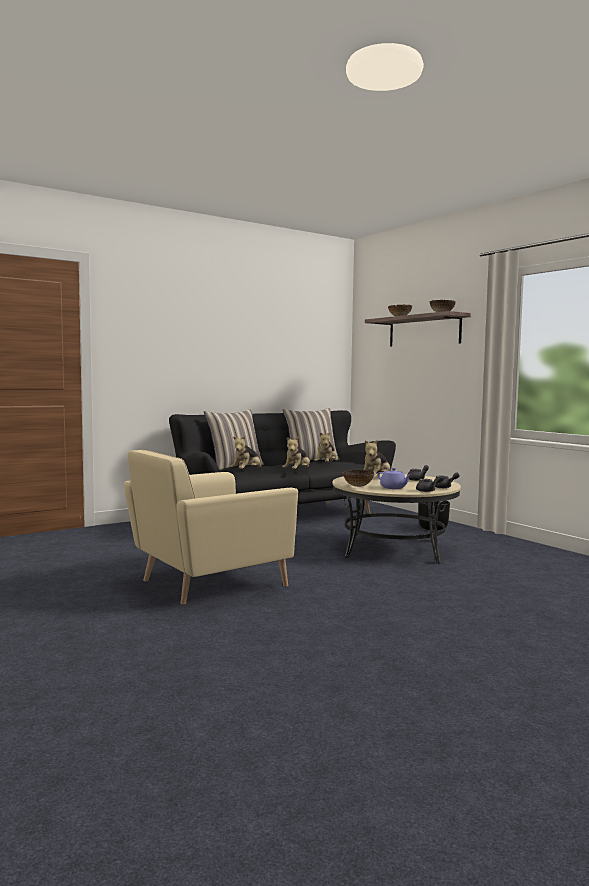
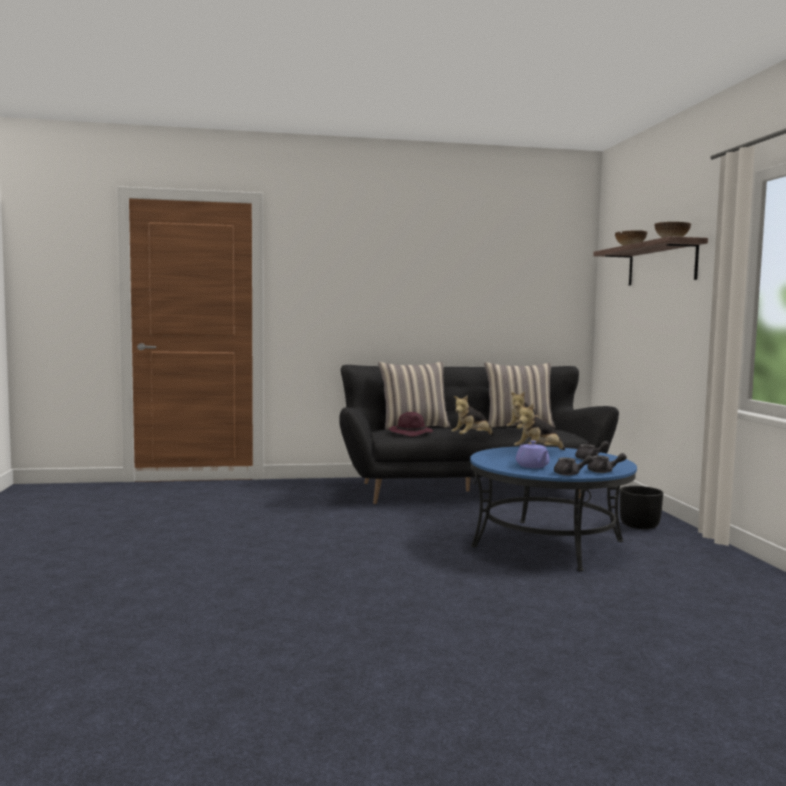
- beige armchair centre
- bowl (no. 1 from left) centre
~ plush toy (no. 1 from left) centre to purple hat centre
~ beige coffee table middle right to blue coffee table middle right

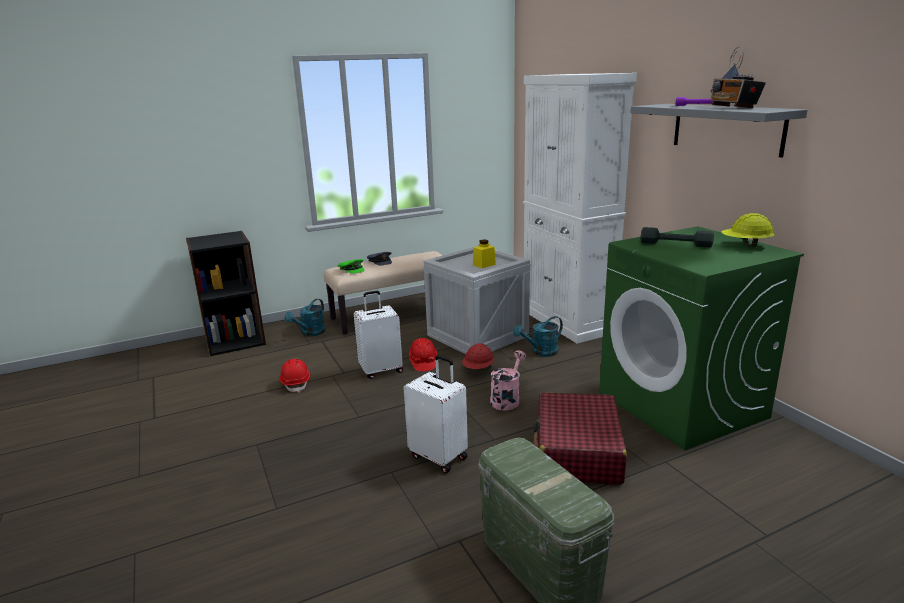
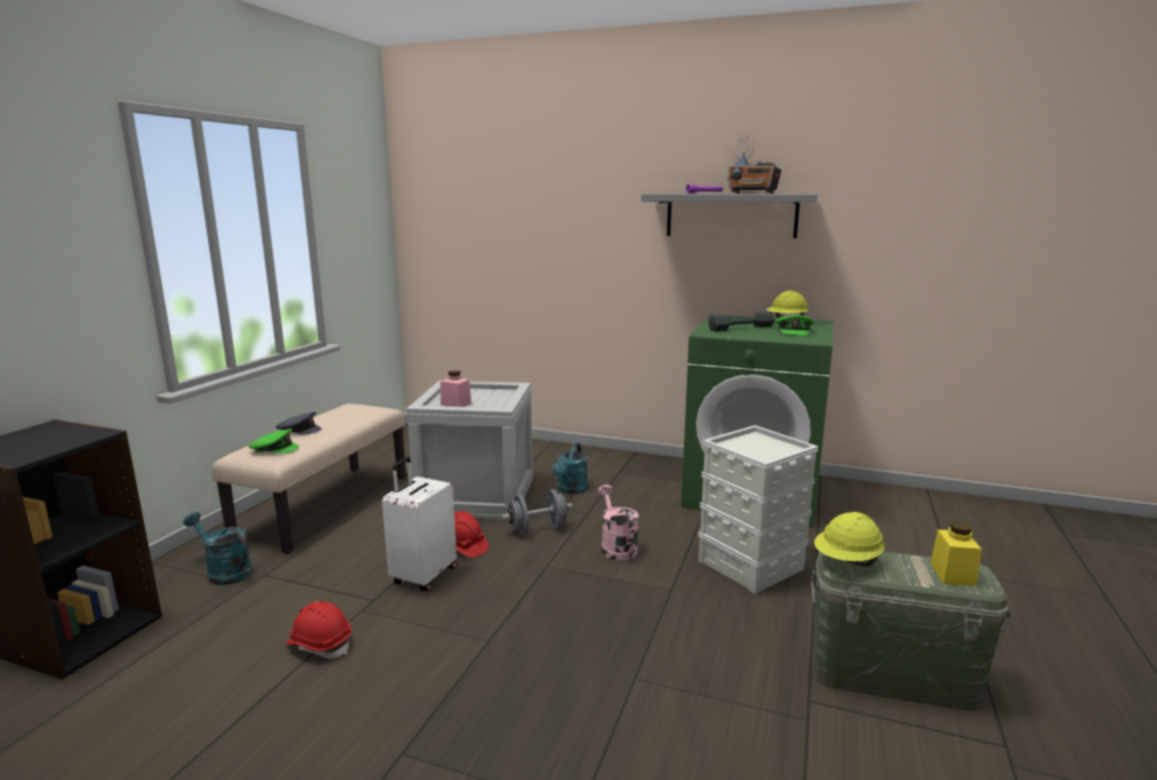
- white suitcase (no. 2 from left) bottom centre
- white cabinet centre
+ pink jar centre
+ green cap (no. 2 from left) middle right
+ yellow hard hat (no. 2 from left) bottom right
~ yellow jar centre to bottom right
~ red hard hat (no. 3 from left) centre to grey dumbbell (no. 1 from left) centre
~ red suitcase bottom centre to grey storage box centre
~ turquoise watering can (no. 1 from left) centre = bottom left 135 degrees clockwise

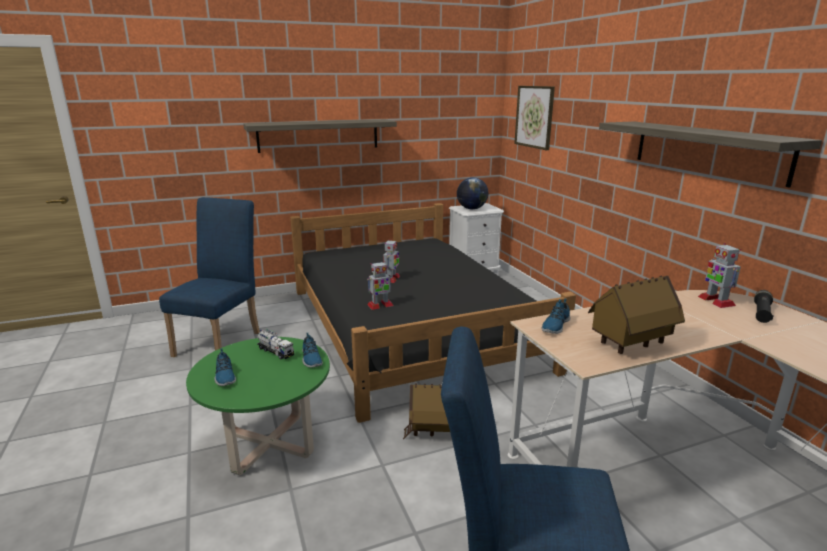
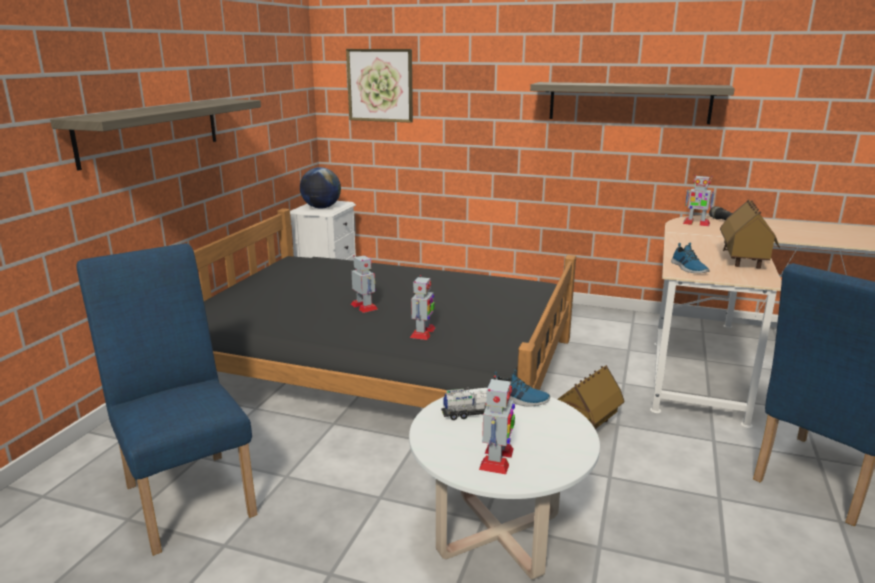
~ shoe (no. 1 from left) middle left to toy robot (no. 3 from left) bottom centre
~ green coffee table bottom left to white coffee table bottom centre

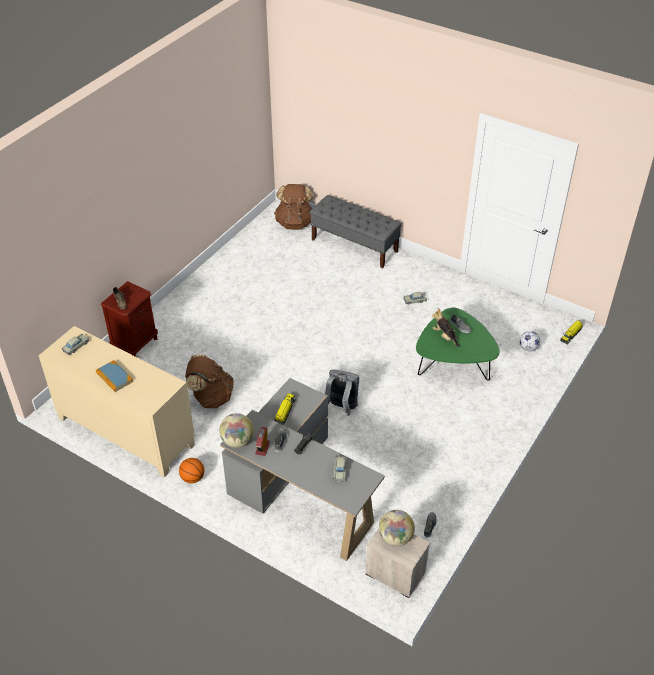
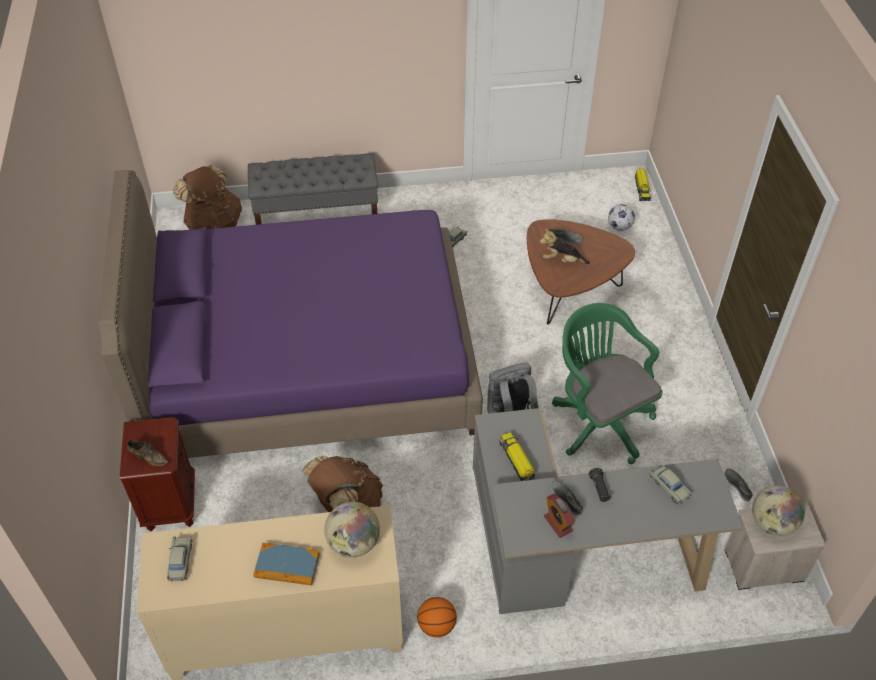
+ purple bed middle left
+ green office chair middle right
~ globe (no. 1 from left) centre to bottom centre
~ green coffee table middle right to brown coffee table centre

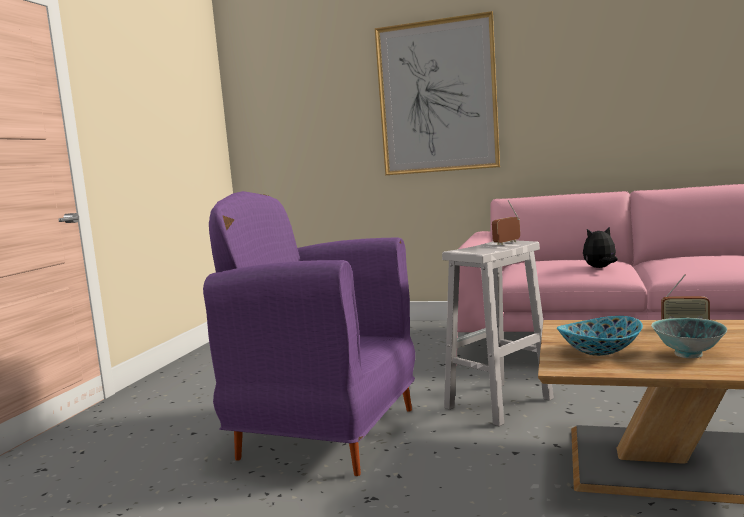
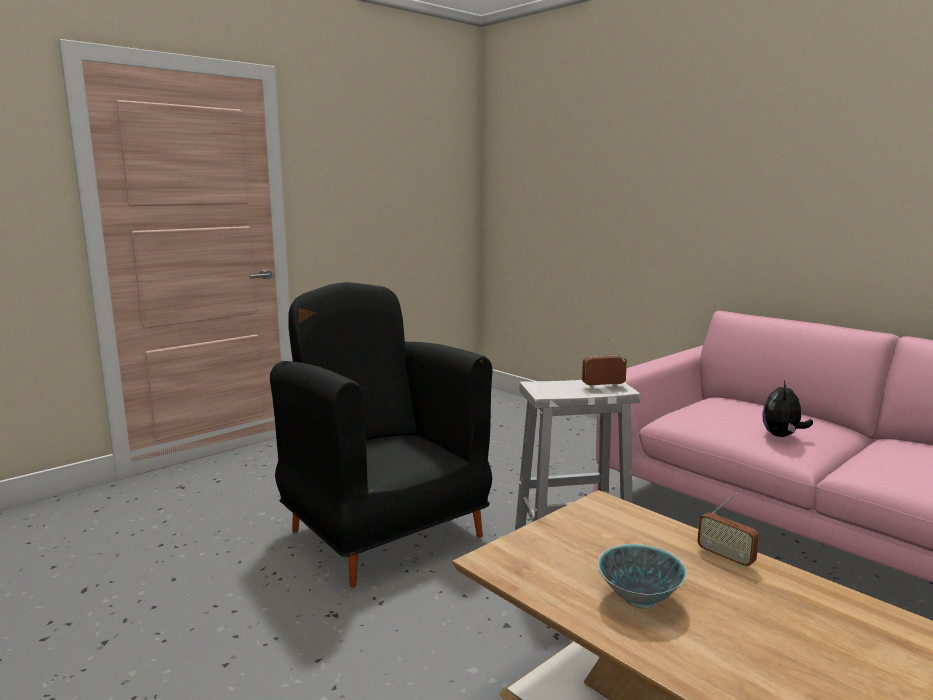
- picture top centre
- bowl (no. 1 from left) middle right
~ purple armchair centre to black armchair centre
~ plush toy middle right = middle right 90 degrees counterclockwise

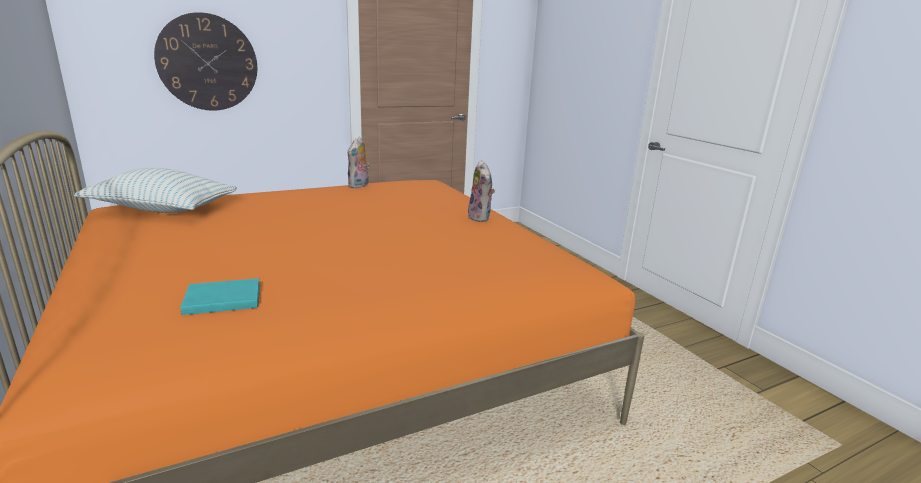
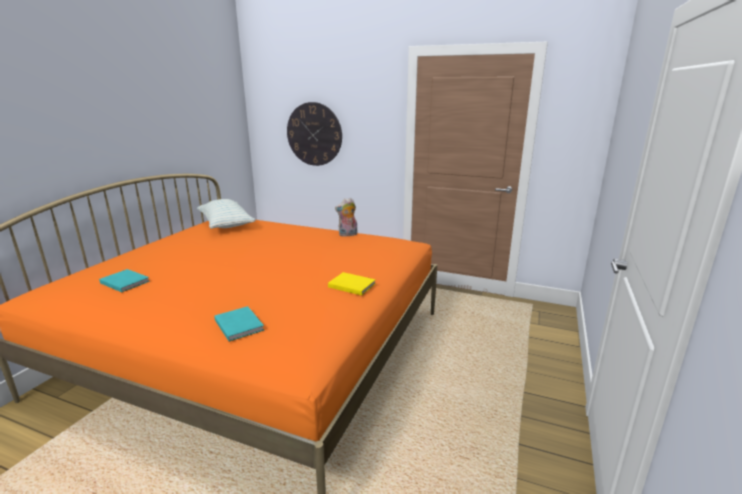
+ turquoise book (no. 2 from left) middle left
~ plush toy (no. 2 from left) centre to yellow book centre

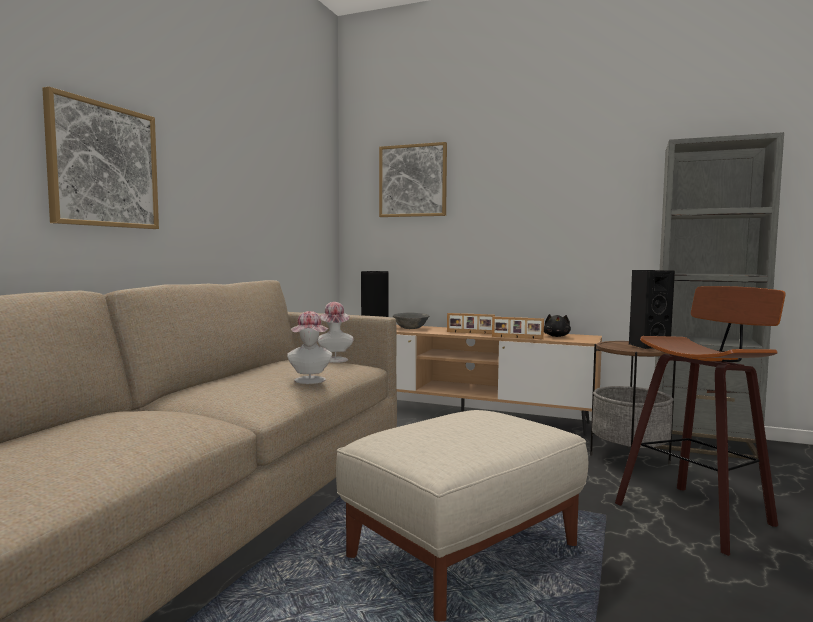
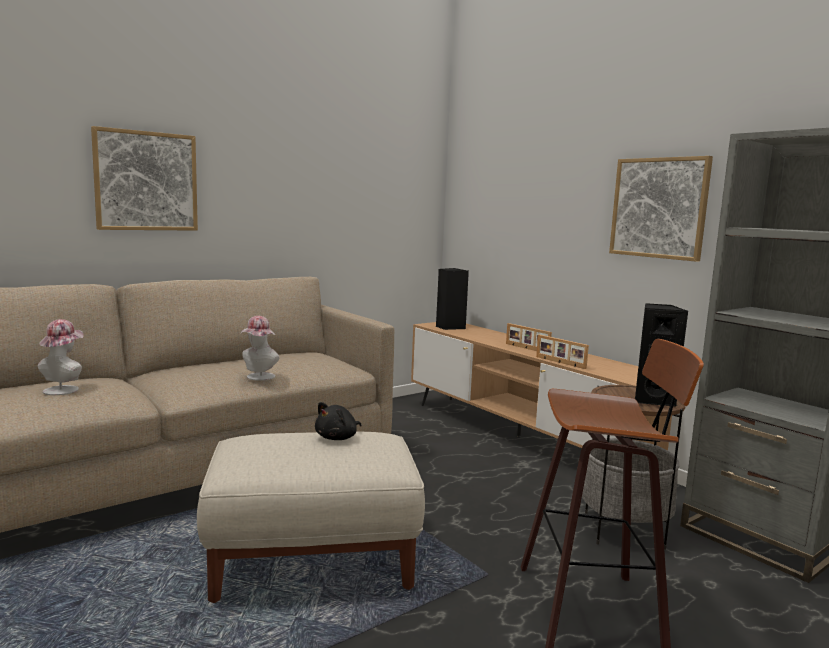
- grey bowl centre
~ hat (no. 2 from left in the first image) centre to hat (no. 1 from left) middle left
~ picture (no. 2 from left) top centre to top right
~ black plush toy middle right to centre

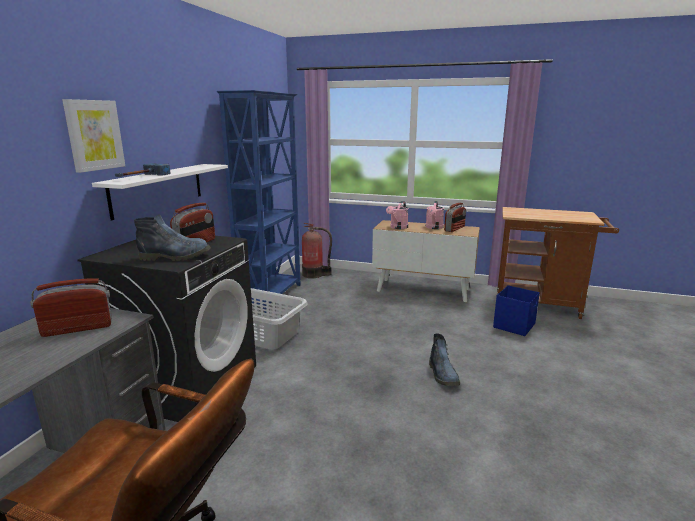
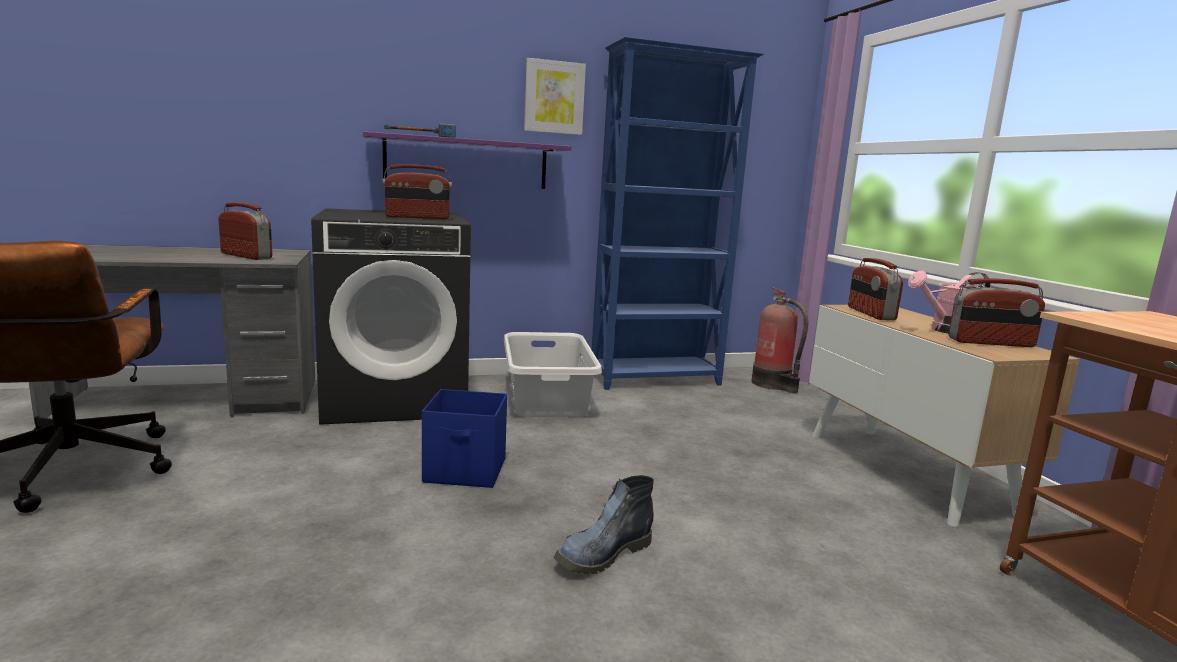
- boot (no. 1 from left) middle left
~ picture top left to top centre
~ blue storage box middle right to centre
~ pink watering can (no. 1 from left) centre to radio (no. 3 from left) middle right
~ white shelf middle left to purple shelf top centre

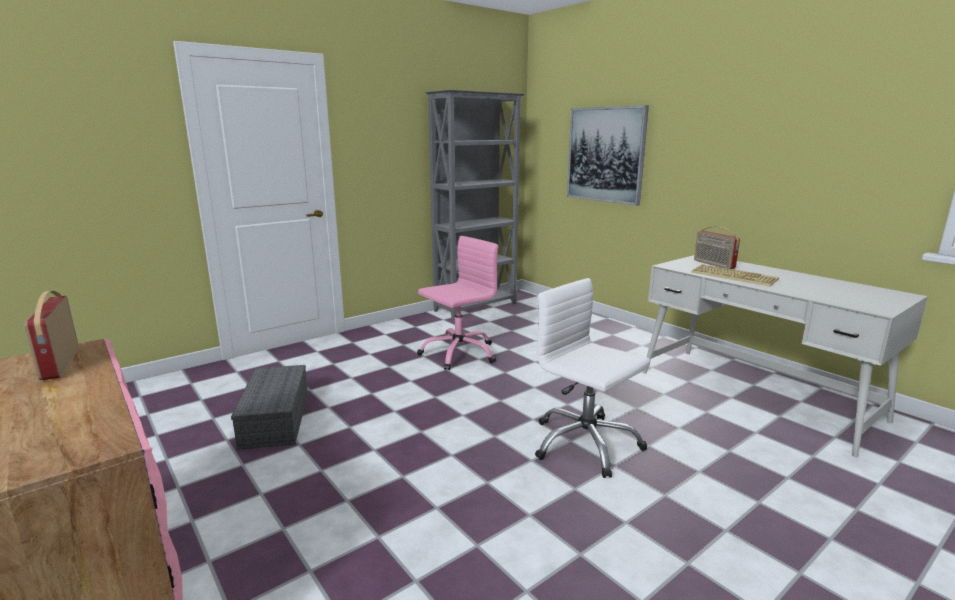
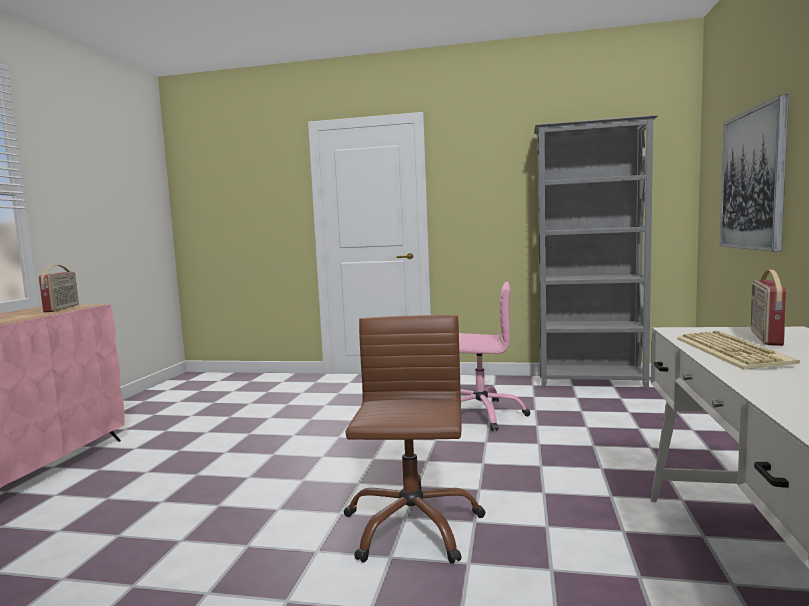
- grey storage box bottom left
~ white office chair centre to brown office chair bottom centre
~ radio (no. 1 from left) middle left = middle left 150 degrees clockwise

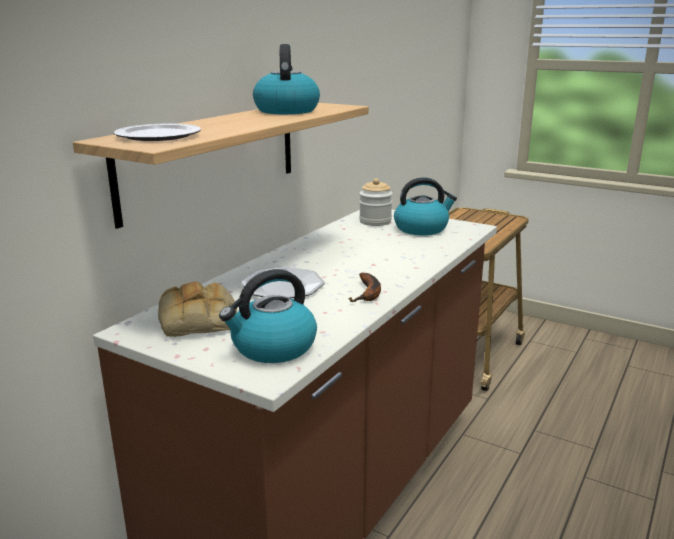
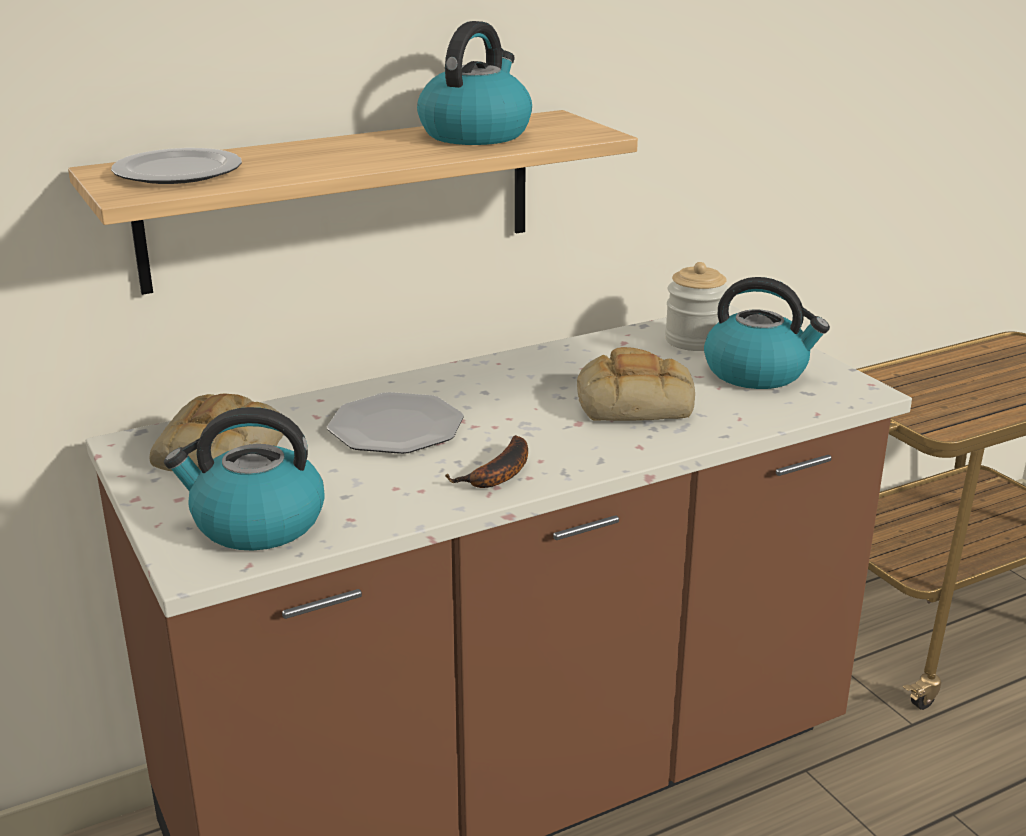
+ bread (no. 2 from left) centre

